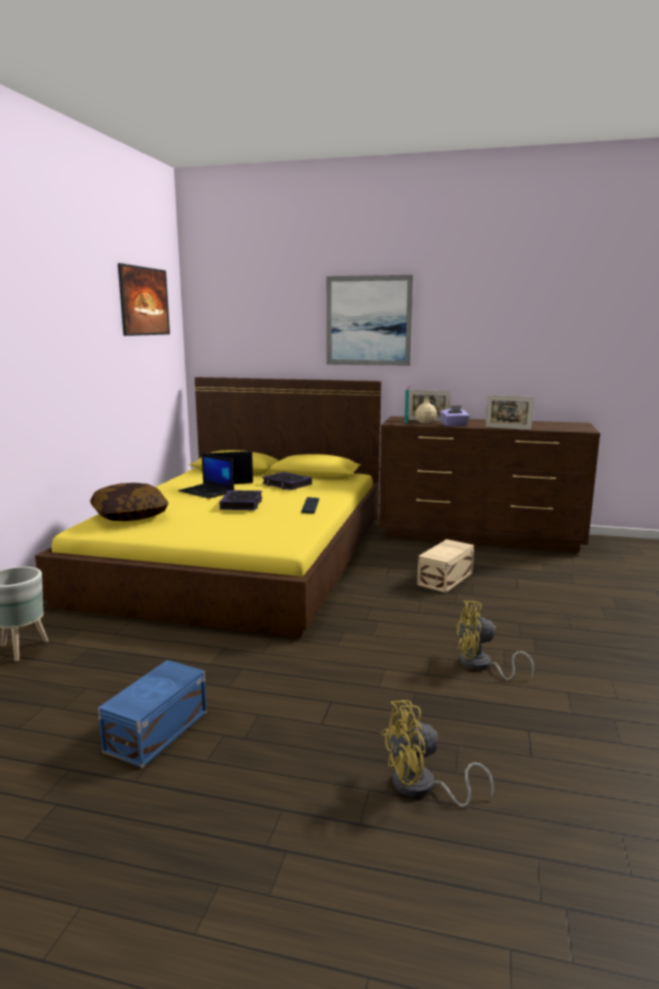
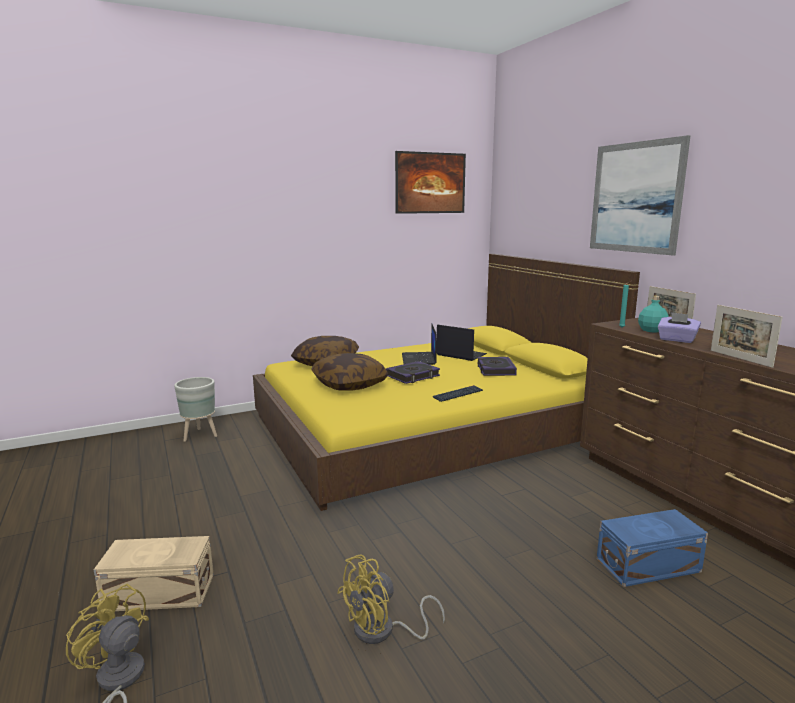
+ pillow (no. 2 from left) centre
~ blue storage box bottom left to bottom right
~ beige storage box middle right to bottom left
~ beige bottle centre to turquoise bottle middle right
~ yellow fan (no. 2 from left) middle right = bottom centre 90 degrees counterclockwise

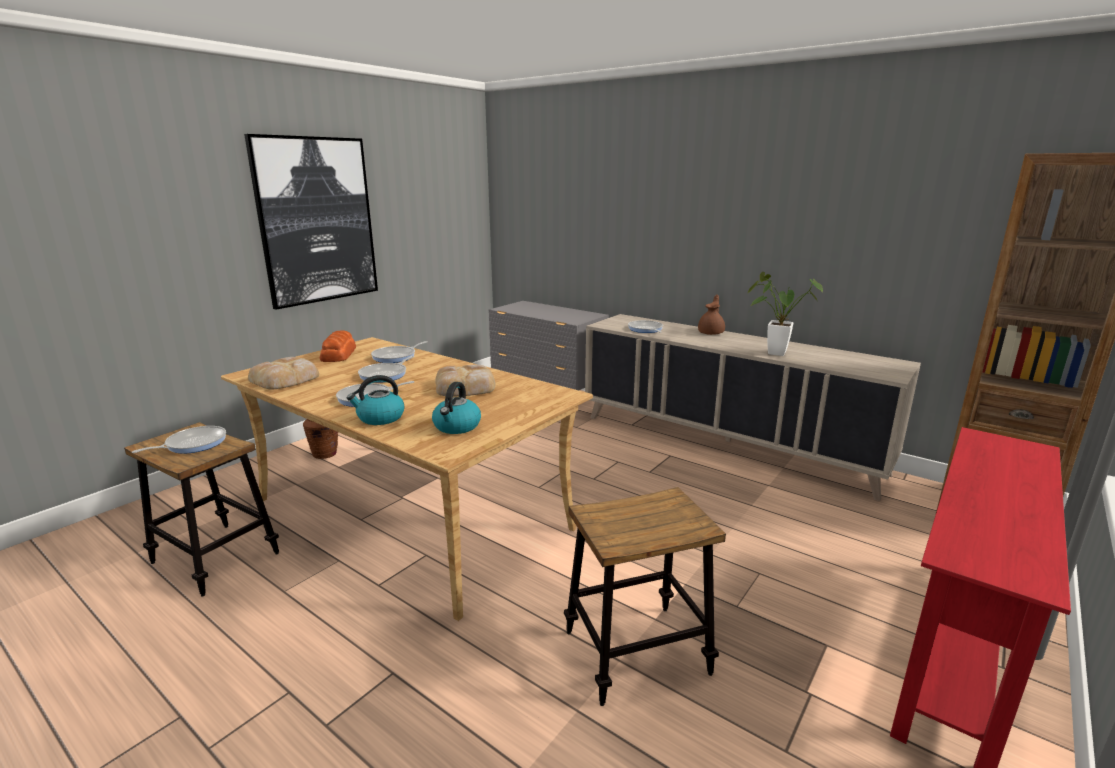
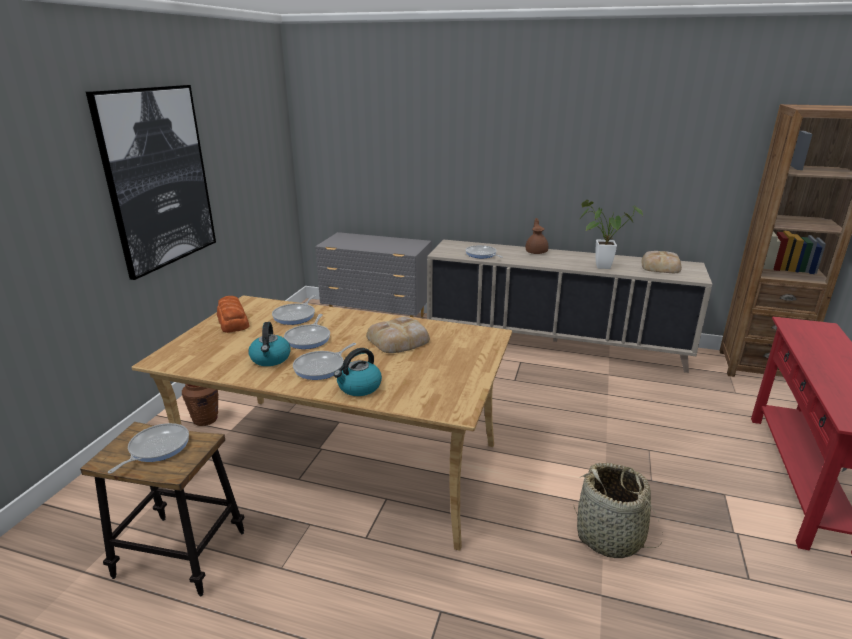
~ bread (no. 1 from left in the first image) middle left to bread (no. 3 from left) middle right
~ kettle (no. 2 from left in the first image) centre to kettle (no. 1 from left) middle left
~ stool (no. 2 from left) bottom centre to basket bottom right

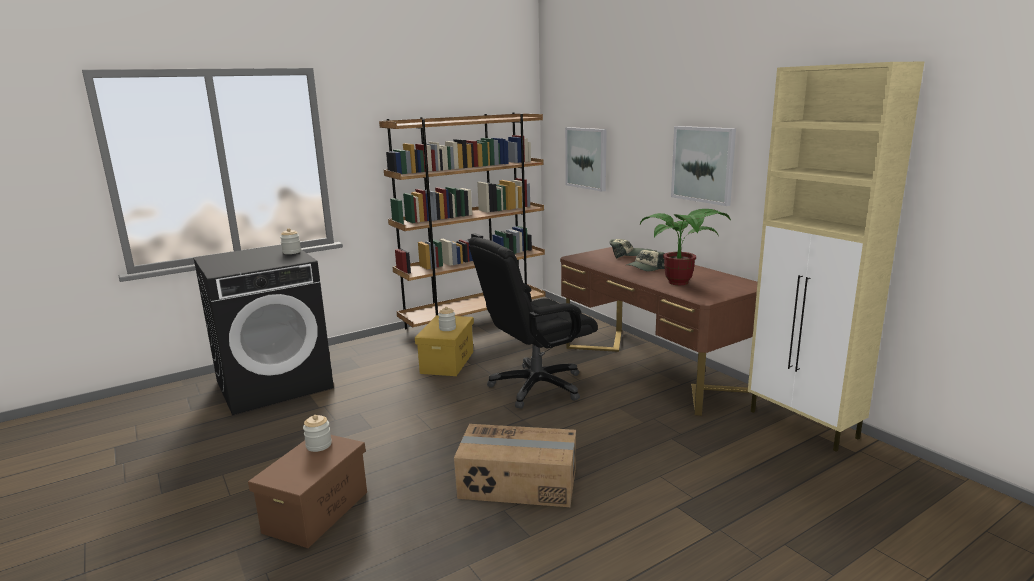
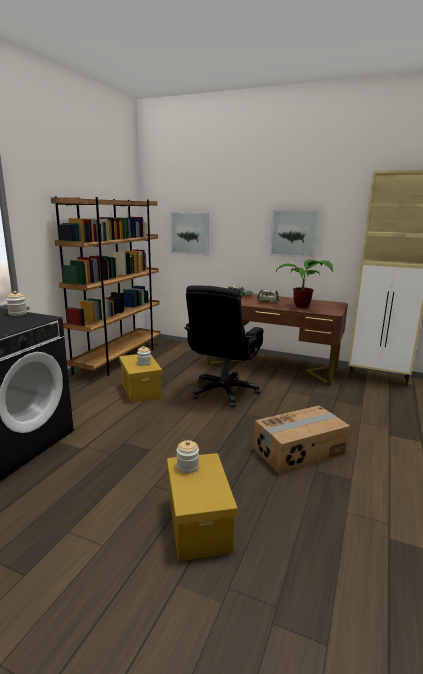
~ brown storage box bottom left to yellow storage box (no. 2 from left) bottom centre

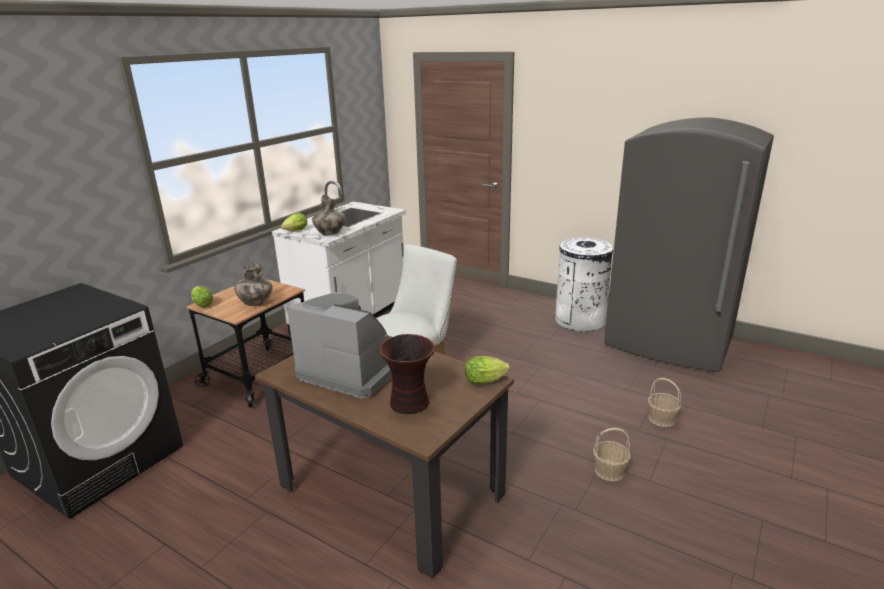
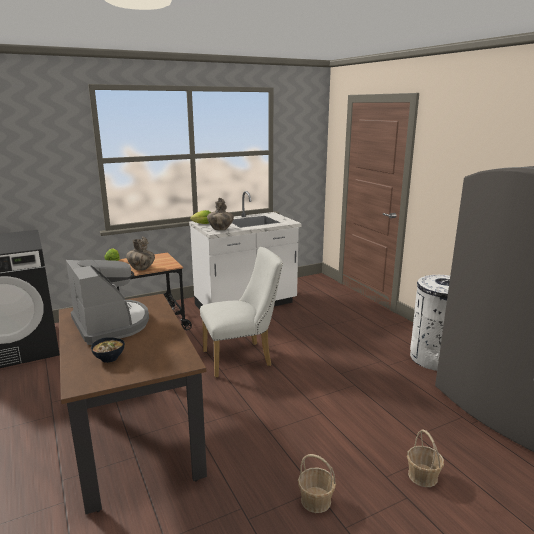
- lettuce (no. 3 from left) centre
~ vase (no. 3 from left) centre to bowl middle left

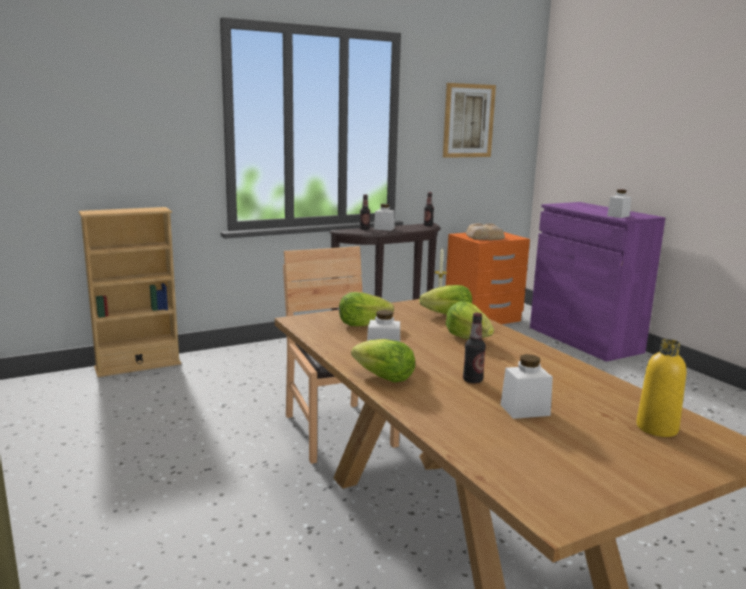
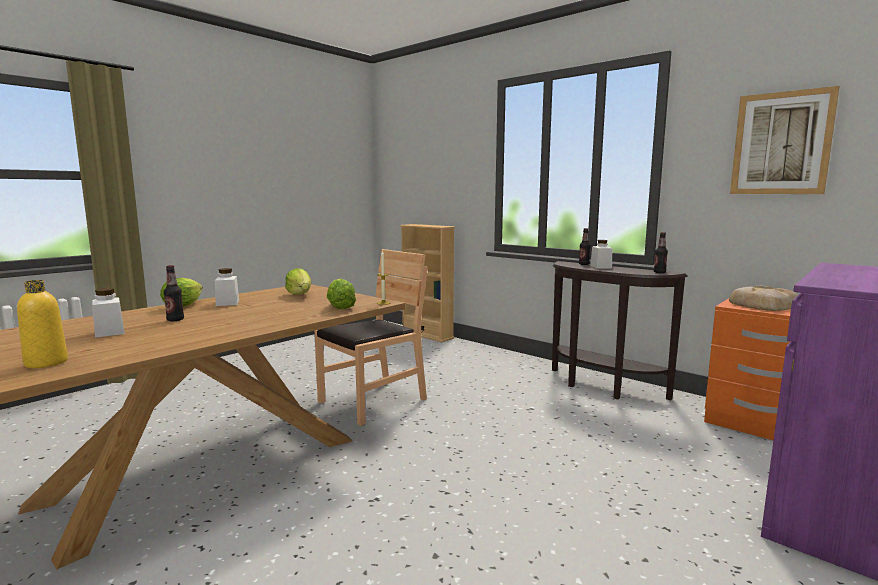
- lettuce (no. 4 from left) centre
- white jar (no. 4 from left) middle right

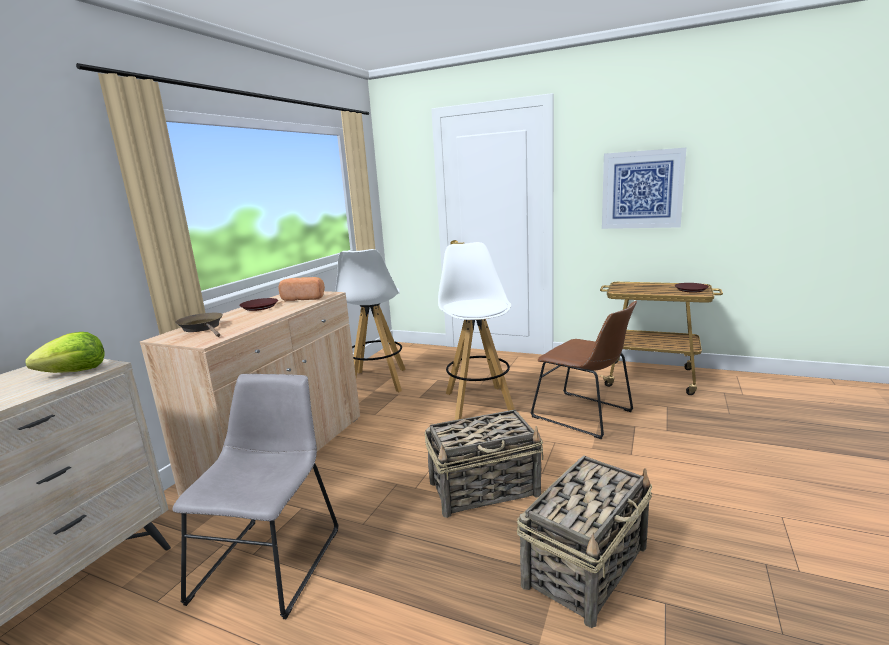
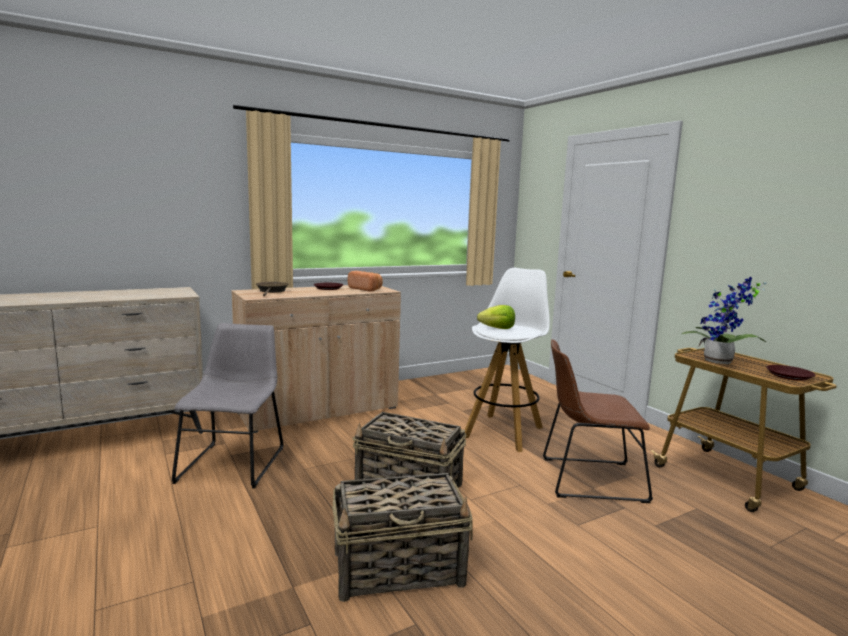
- white stool (no. 1 from left) centre
- picture top right
+ potted plant middle right
~ lettuce middle left to centre
~ grey chair bottom left = middle left 45 degrees counterclockwise
~ brown chair centre = middle right 105 degrees clockwise

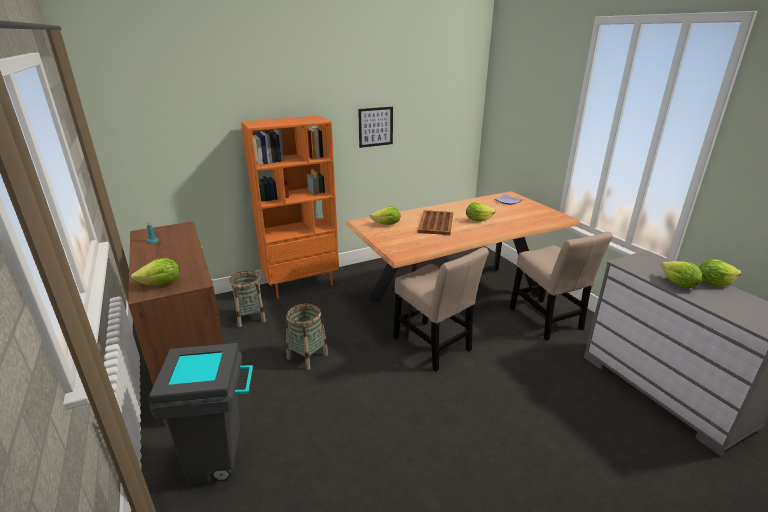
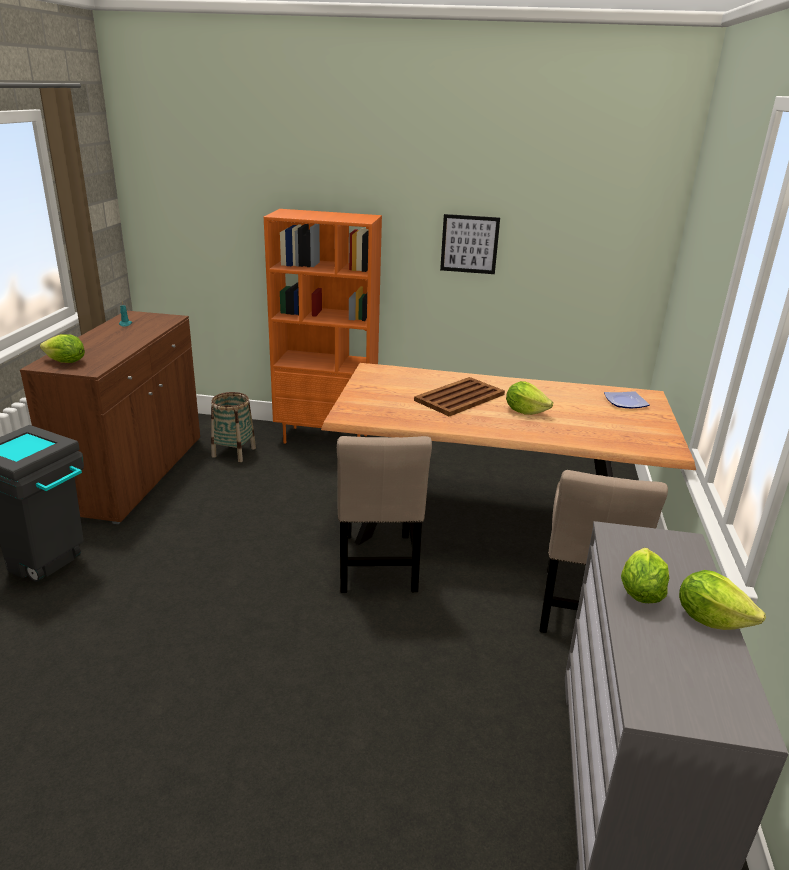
- basket (no. 2 from left) centre
- lettuce (no. 2 from left) centre

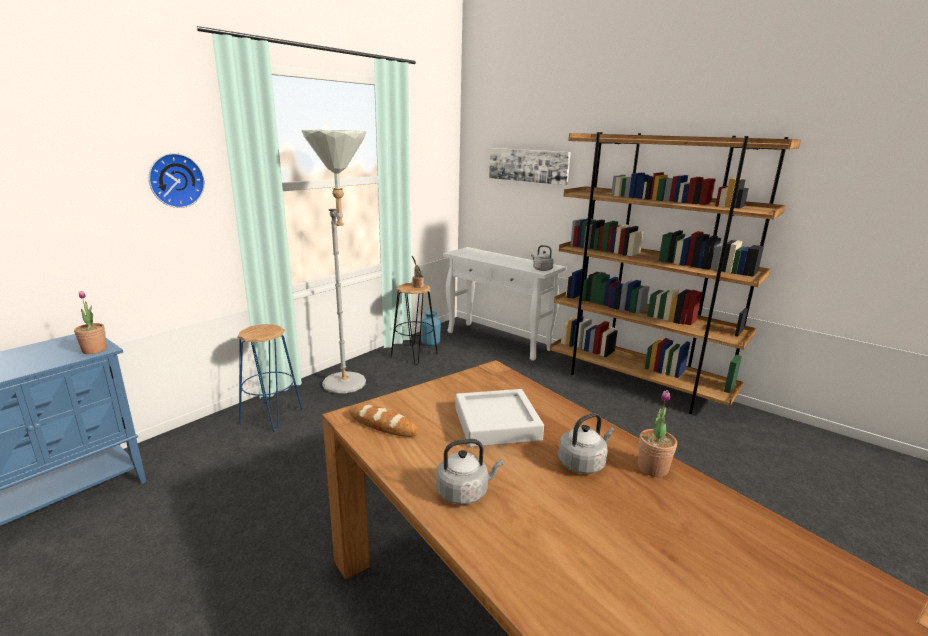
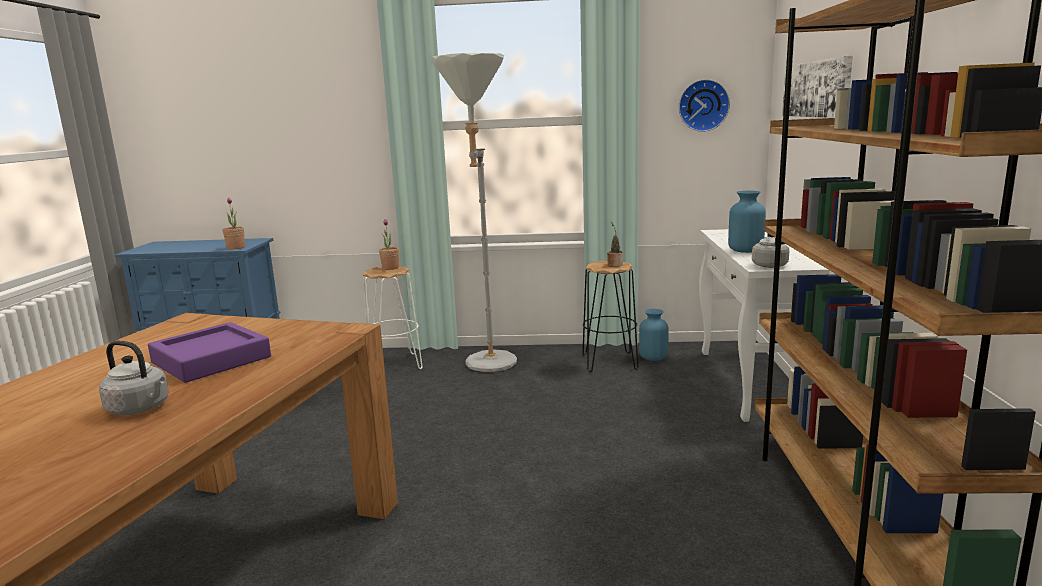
- bread centre
- grey kettle (no. 1 from left) bottom centre
+ blue vase (no. 2 from left) middle right
~ wall clock top left to top right
~ potted plant (no. 3 from left in the first image) bottom right to potted plant (no. 2 from left) centre
~ blue stool middle left to white stool centre
~ grey tray centre to purple tray middle left

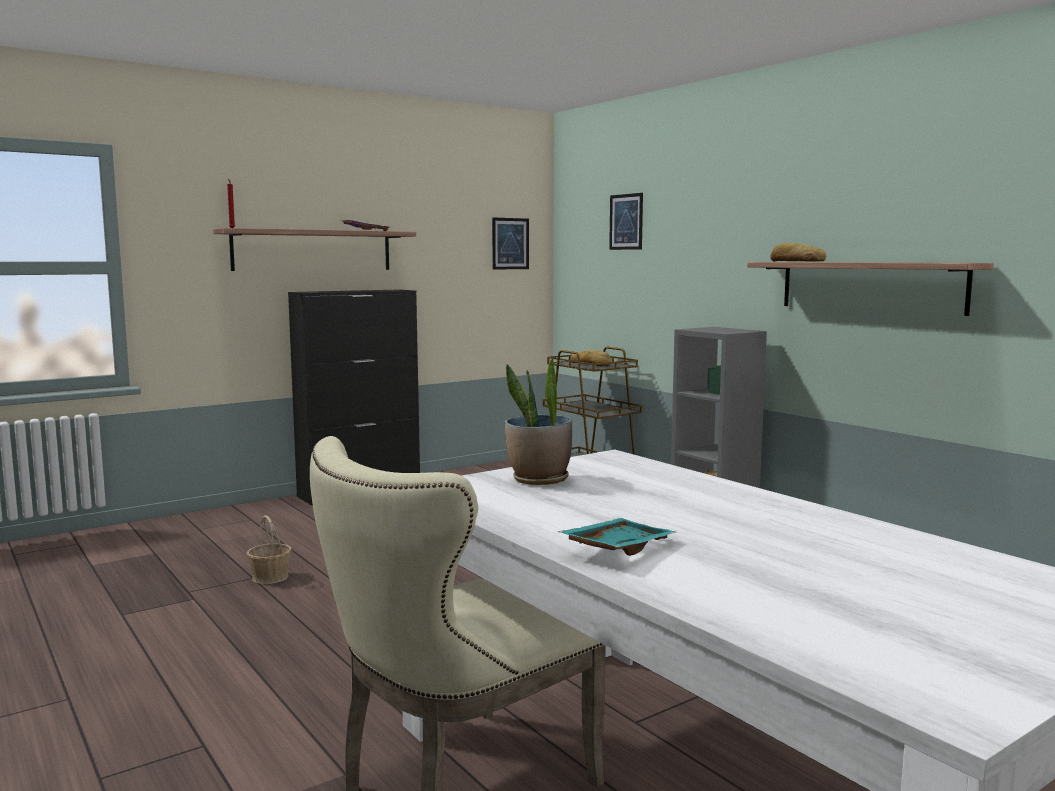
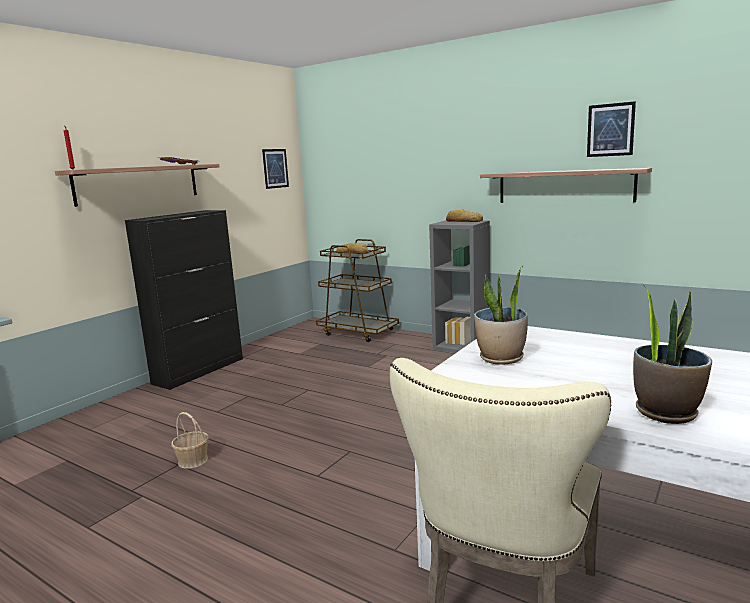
~ picture (no. 2 from left) top centre to top right
~ bread (no. 2 from left) top right to centre
~ turquoise tray bottom centre to potted plant (no. 2 from left) middle right

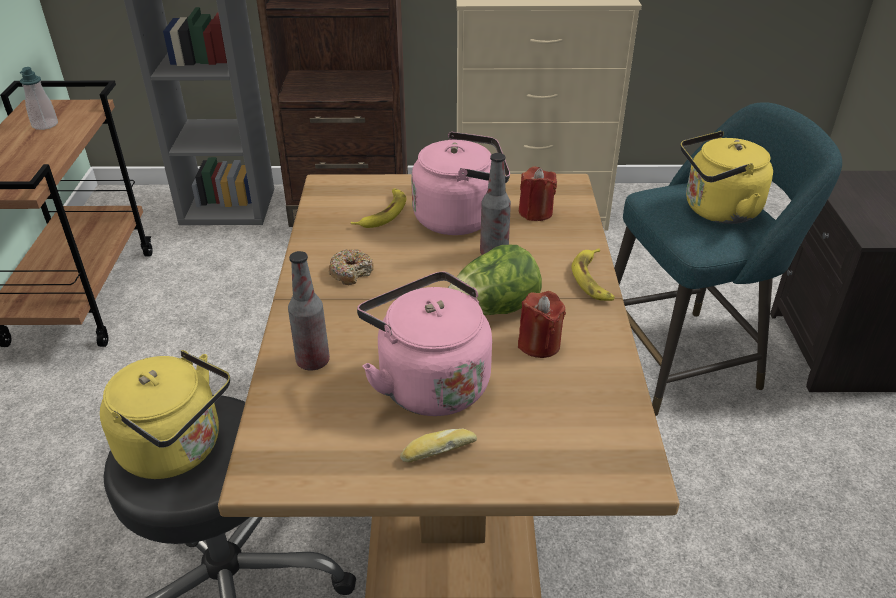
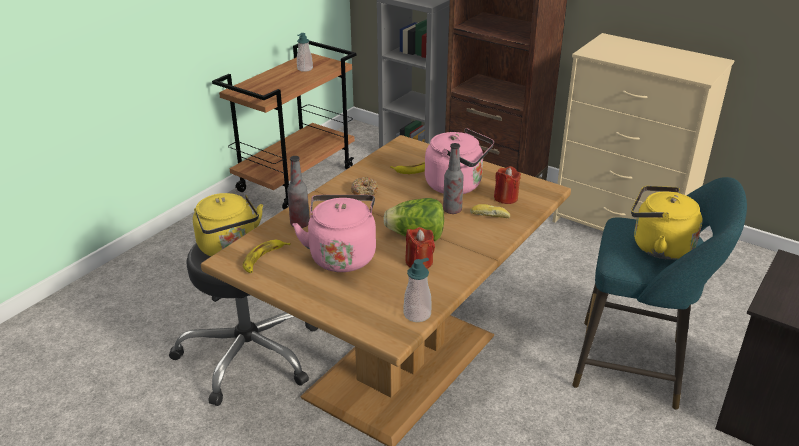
+ soap dispenser (no. 2 from left) centre
~ bread bottom centre to centre
~ banana (no. 2 from left in the first image) centre to banana (no. 1 from left) middle left

